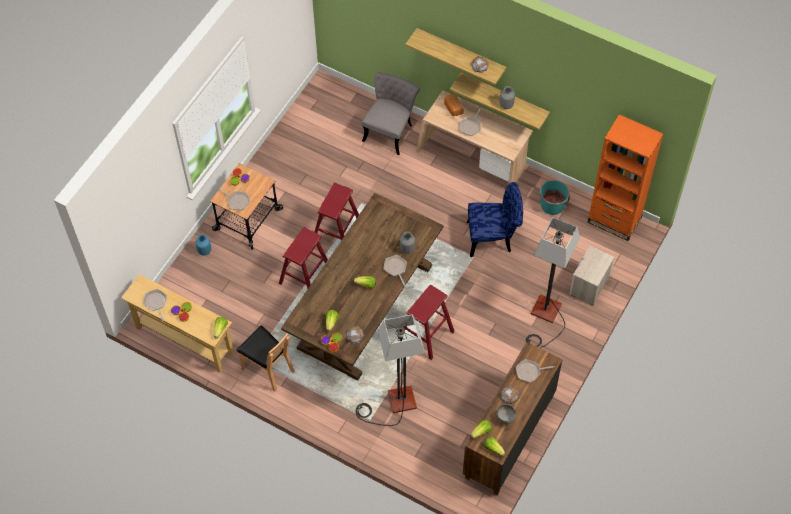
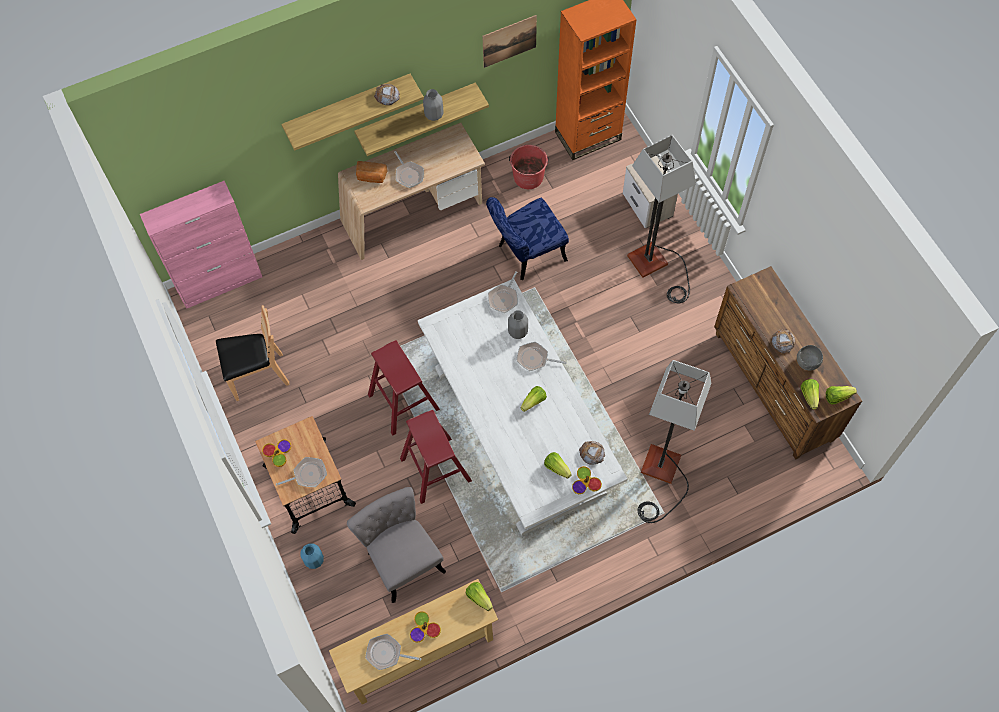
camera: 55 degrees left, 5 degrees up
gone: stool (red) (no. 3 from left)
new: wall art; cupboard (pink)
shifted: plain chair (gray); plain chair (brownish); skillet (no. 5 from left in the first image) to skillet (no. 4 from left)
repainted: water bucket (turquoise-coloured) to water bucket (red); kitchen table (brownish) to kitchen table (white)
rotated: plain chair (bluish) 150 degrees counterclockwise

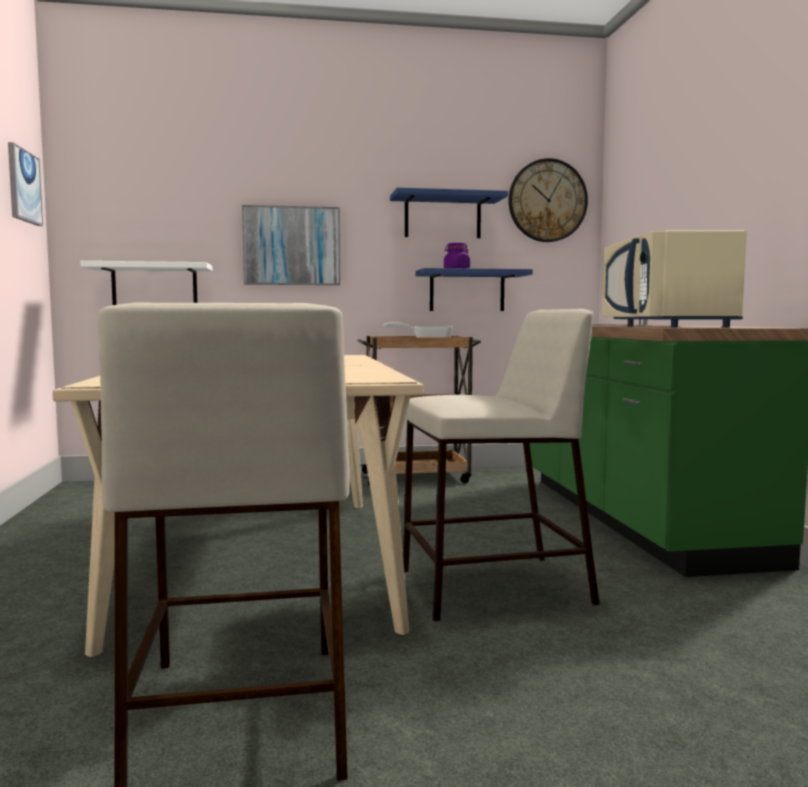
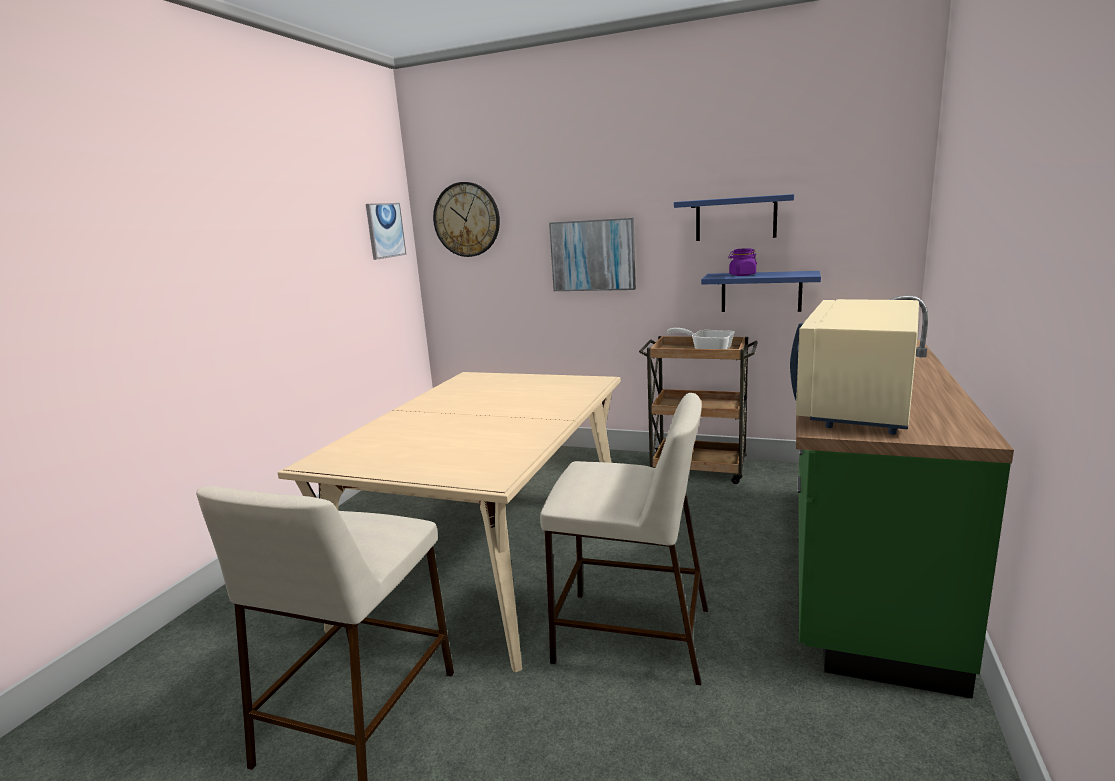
camera: 30 degrees right, 10 degrees up
gone: wall shelf (white)
shifted: hanging clock

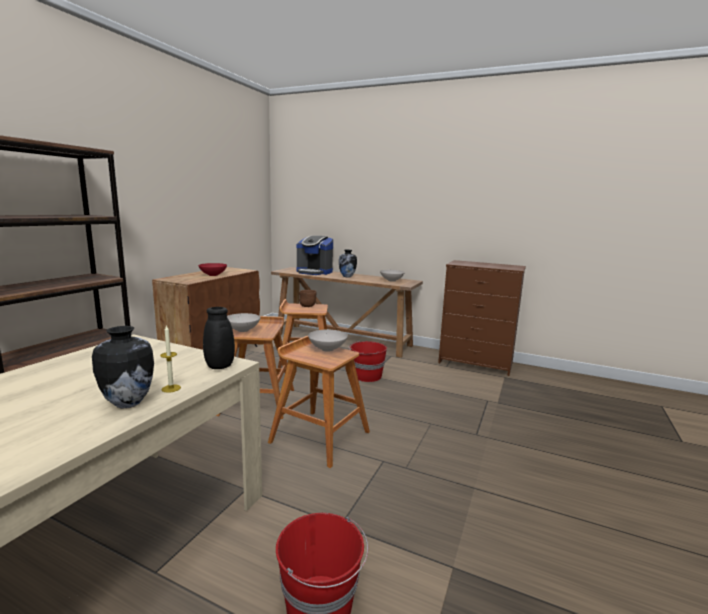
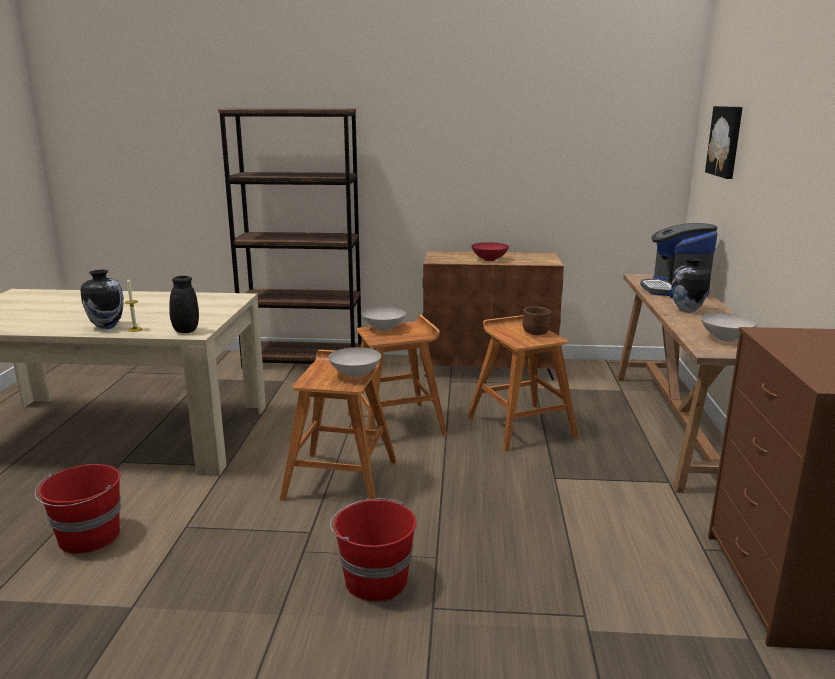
camera: 70 degrees right, 5 degrees up
new: wall art
shifted: water bucket (red) (no. 2 from left)

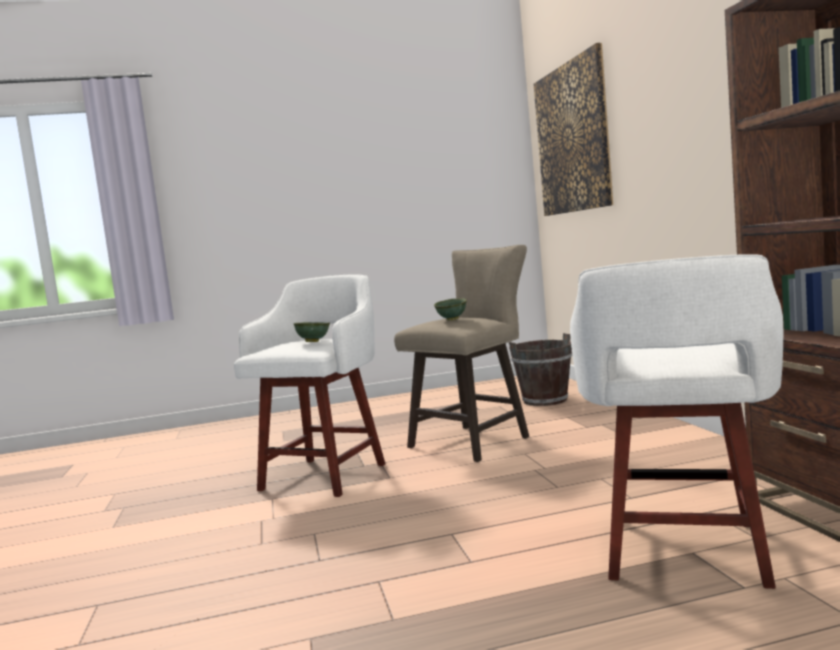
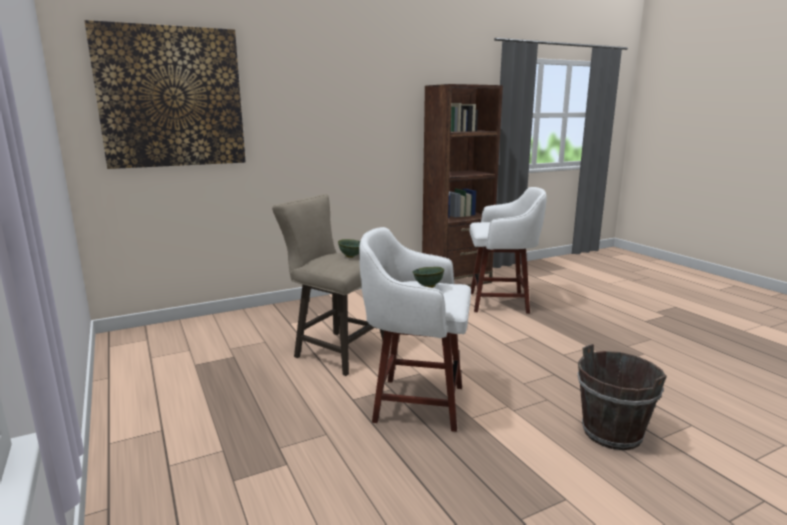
camera: 105 degrees left, 10 degrees up
shifted: water bucket (brownish)

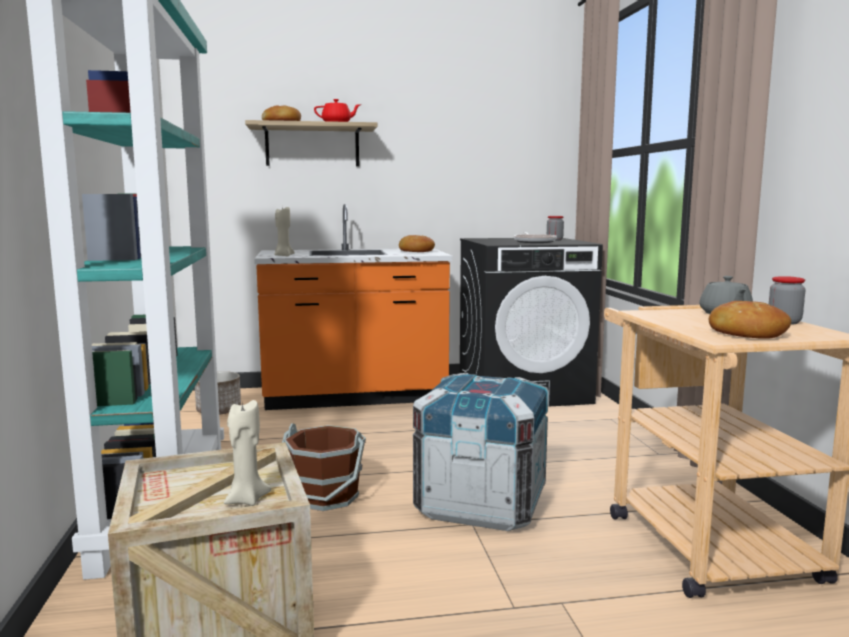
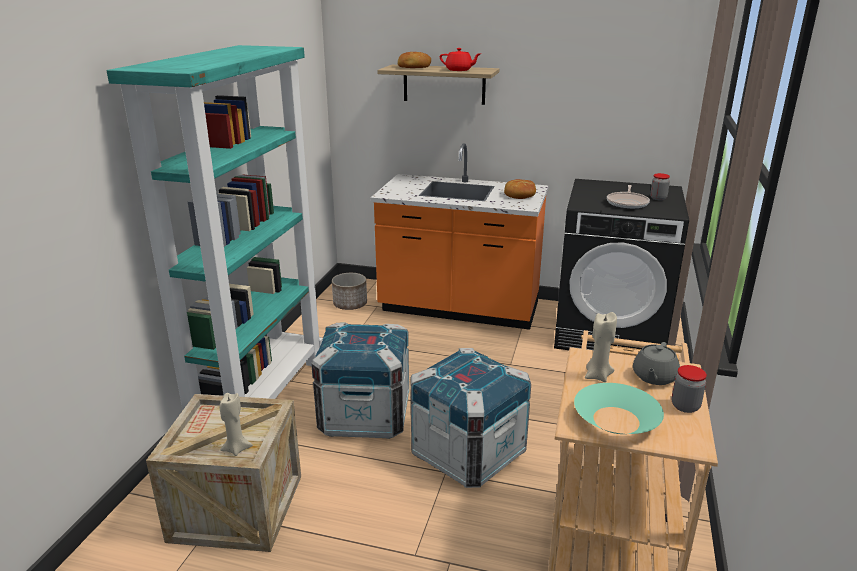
camera: 25 degrees right, 15 degrees up
shifted: wax candle (beige-coloured) (no. 2 from left)
swapped: bakery bread (no. 3 from left) to deep dish (turquoise-coloured); water bucket (brownish) to packing crate (no. 2 from left)

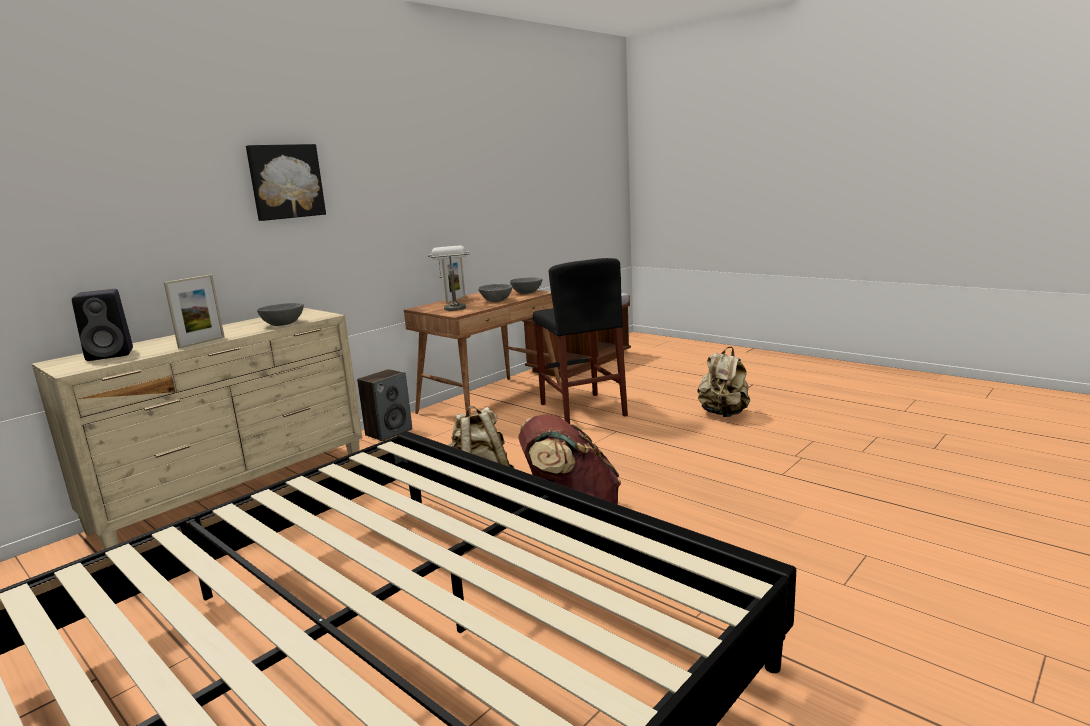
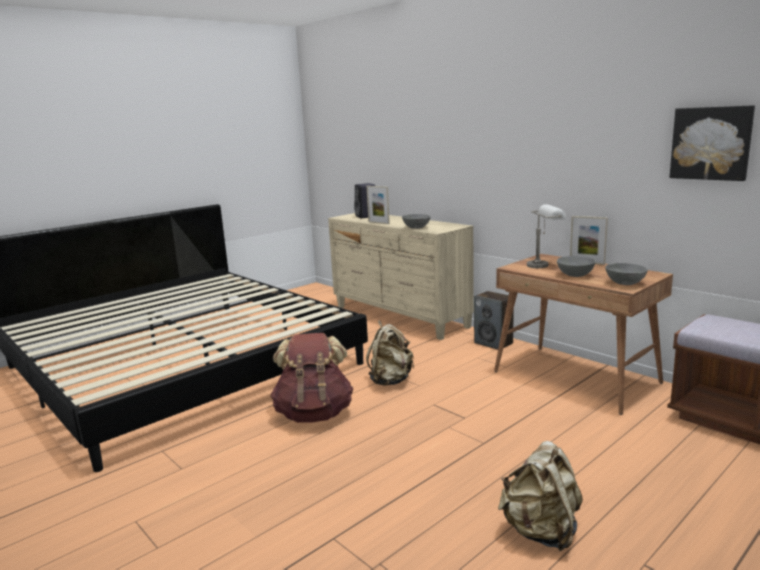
camera: 95 degrees right, 0 degrees up
gone: stool (black-coloured)
shifted: wall art

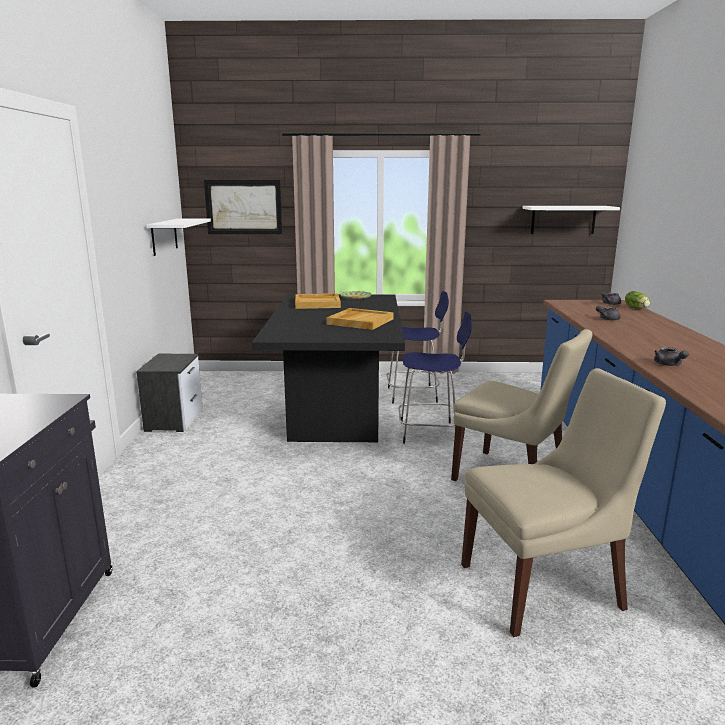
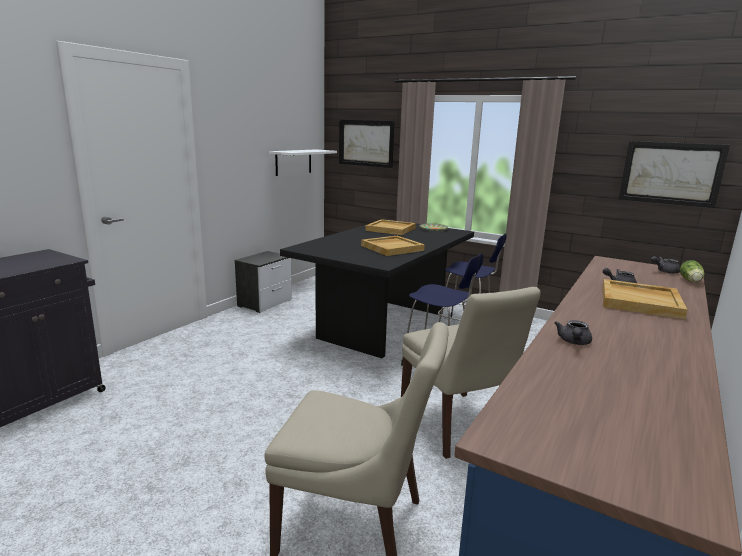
camera: 30 degrees right, 0 degrees up
new: carrying tray (beige-coloured) (no. 3 from left)
swapped: wall shelf (white) (no. 2 from left) to wall art (no. 2 from left)

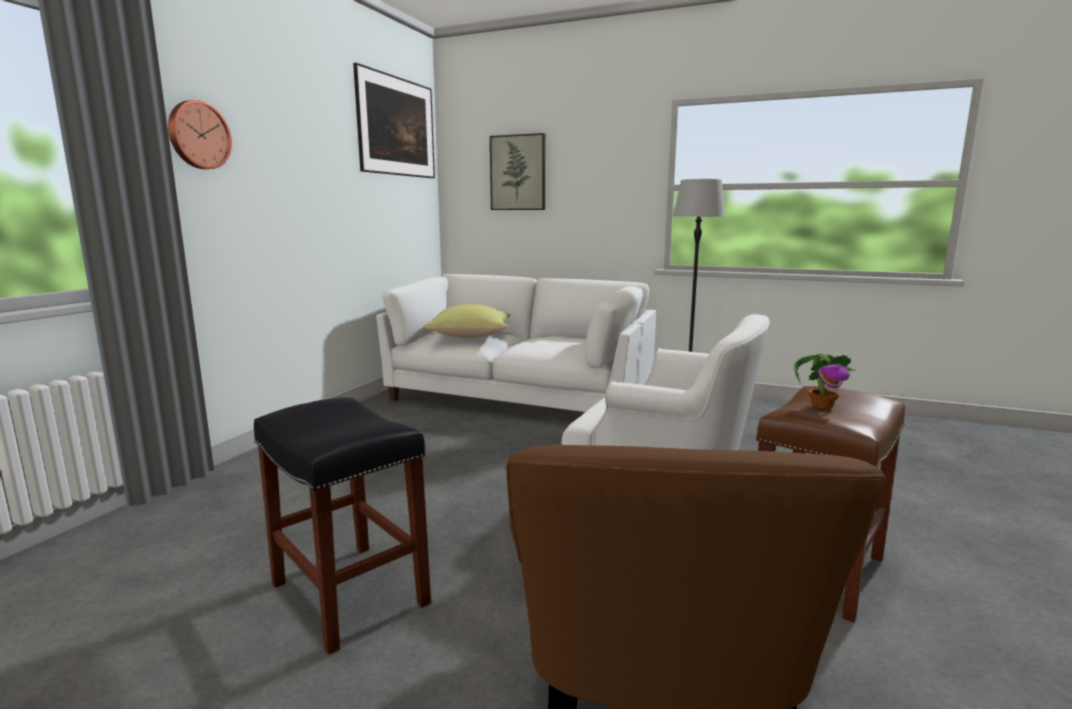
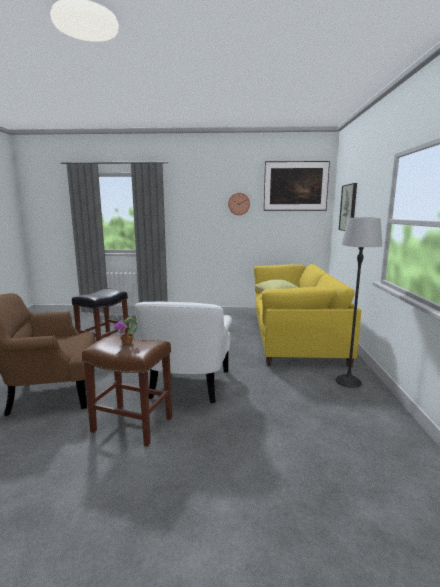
camera: 70 degrees right, 0 degrees up
shifted: hanging clock
repainted: sofa (white) to sofa (yellowish)

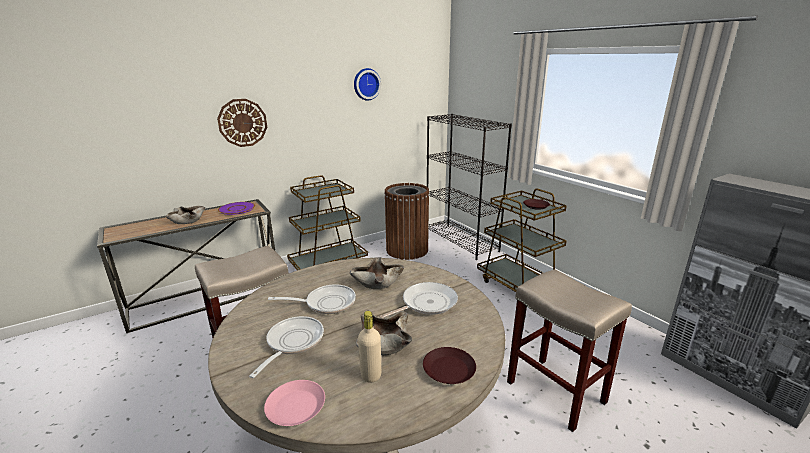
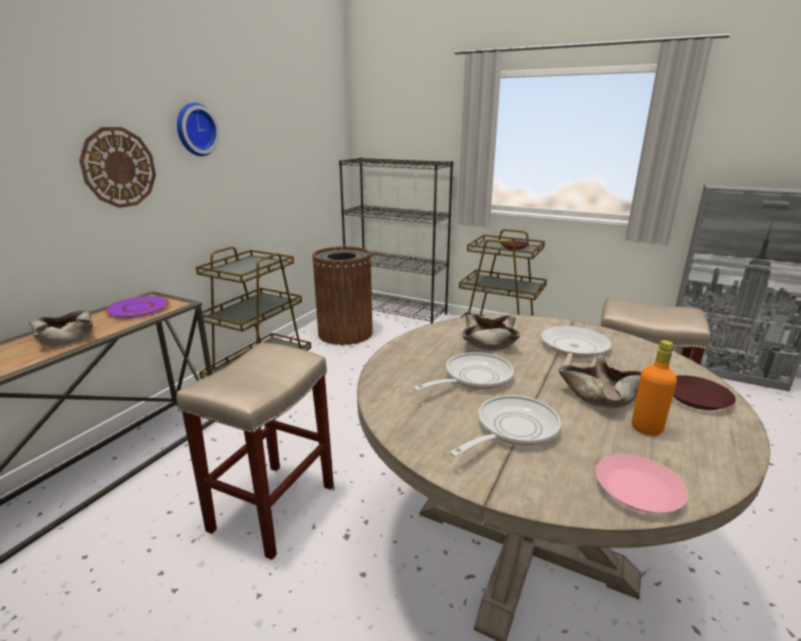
camera: 30 degrees left, 0 degrees up
shifted: hanging clock (no. 2 from left)
repainted: beverage bottle (beige-coloured) to beverage bottle (orange)
rotated: skillet (no. 1 from left in the first image) 60 degrees clockwise

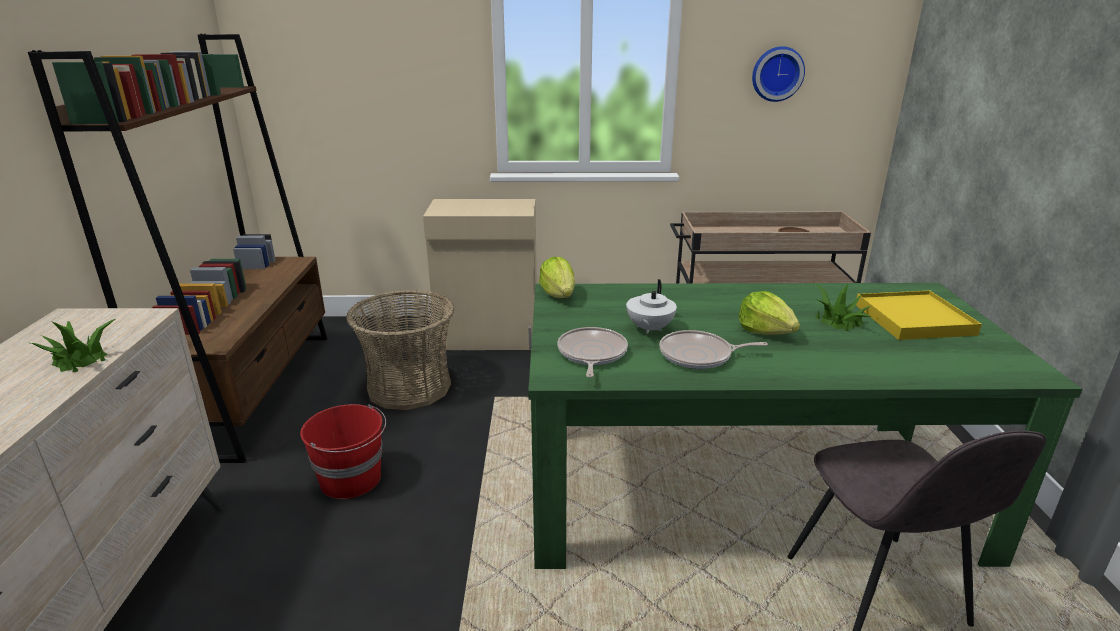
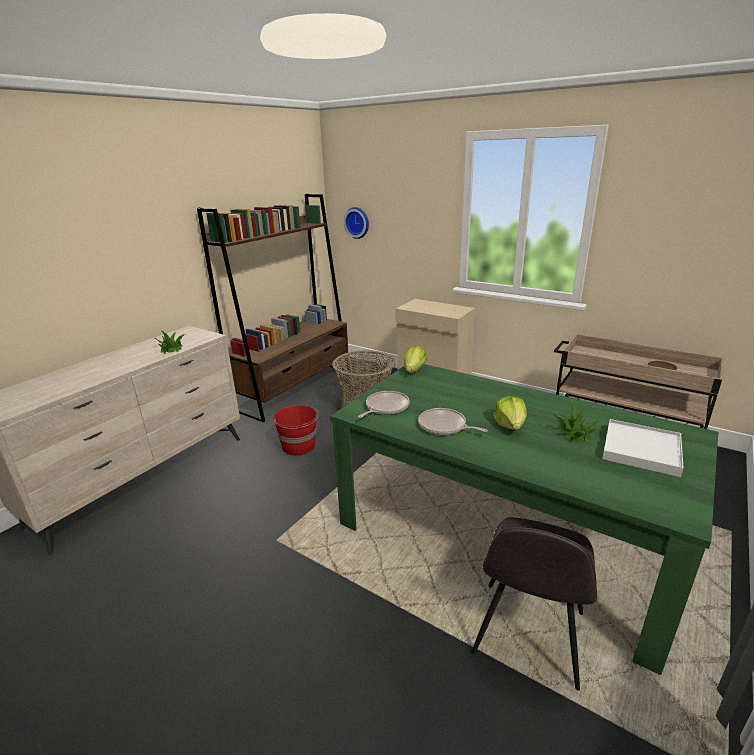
camera: 35 degrees right, 0 degrees up
gone: pot for tea (white)
shifted: hanging clock
repainted: carrying tray (yellowish) to carrying tray (white)

